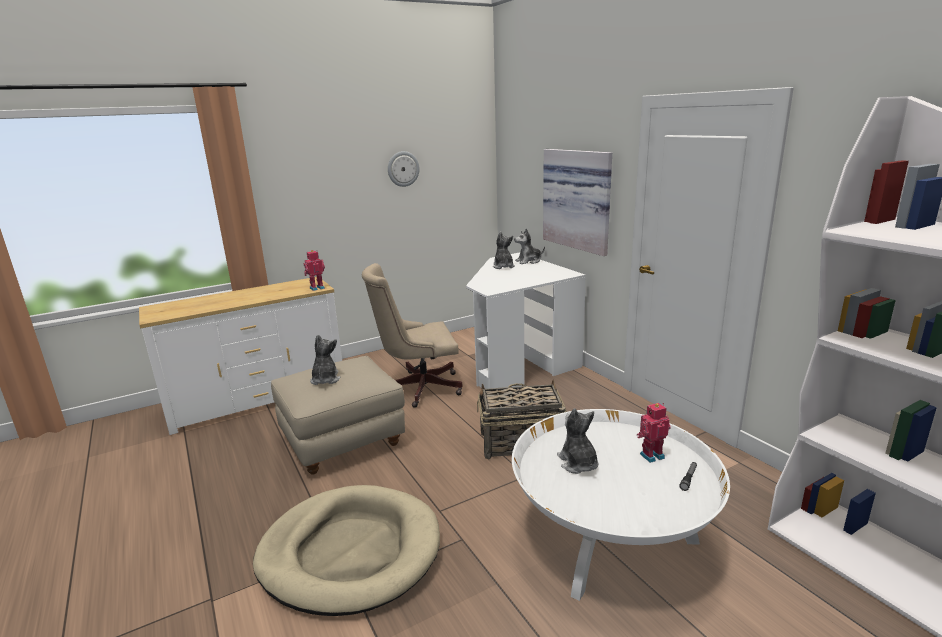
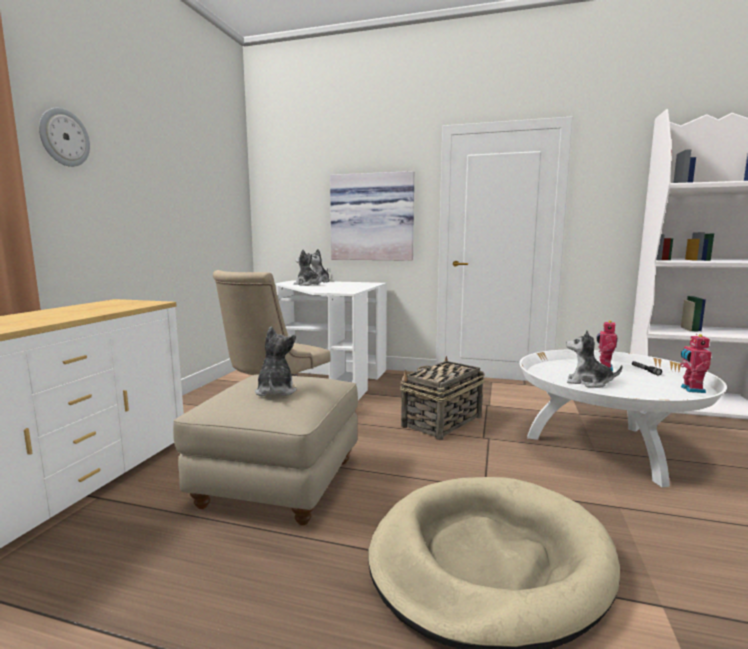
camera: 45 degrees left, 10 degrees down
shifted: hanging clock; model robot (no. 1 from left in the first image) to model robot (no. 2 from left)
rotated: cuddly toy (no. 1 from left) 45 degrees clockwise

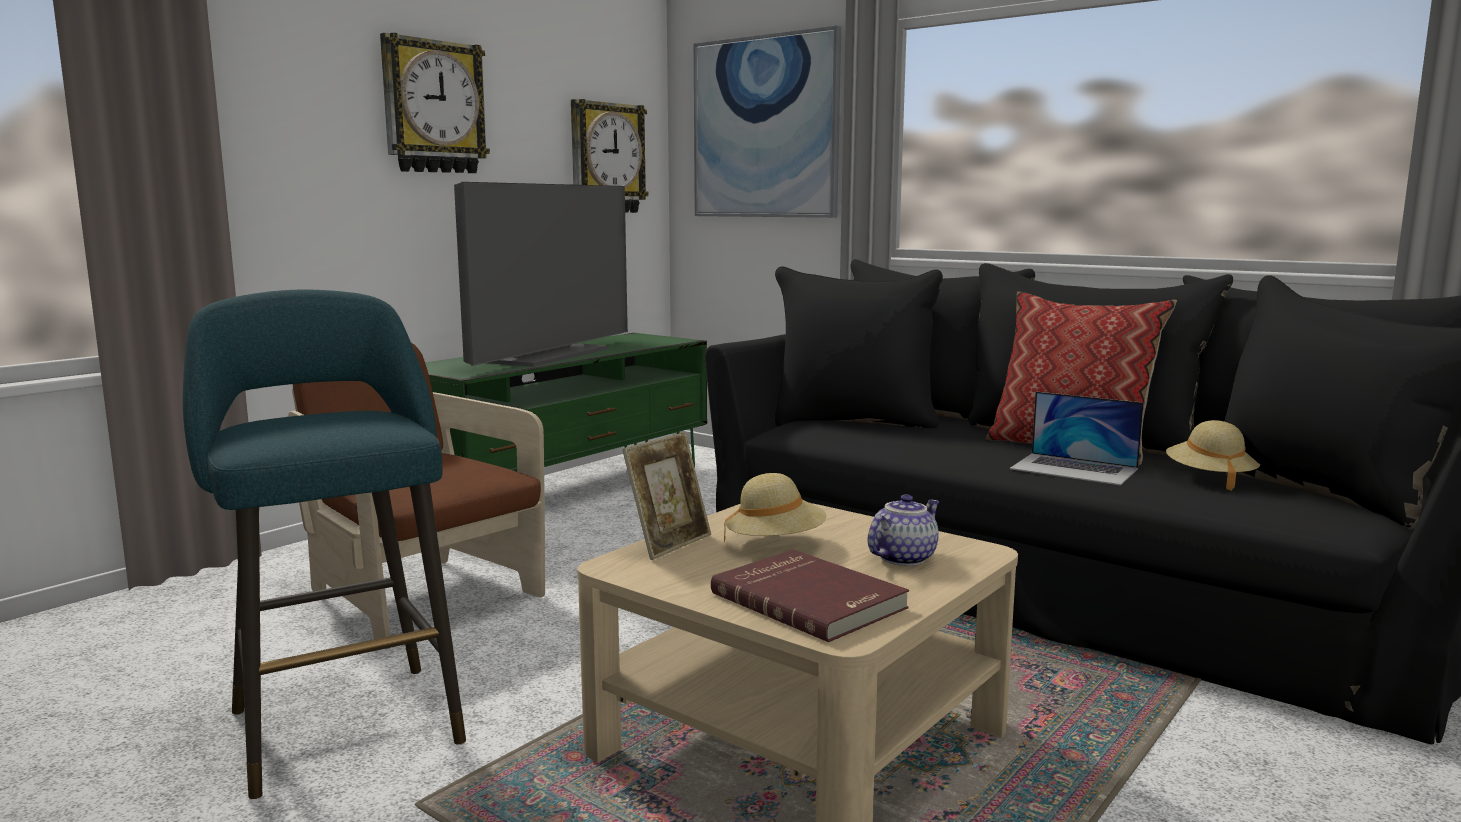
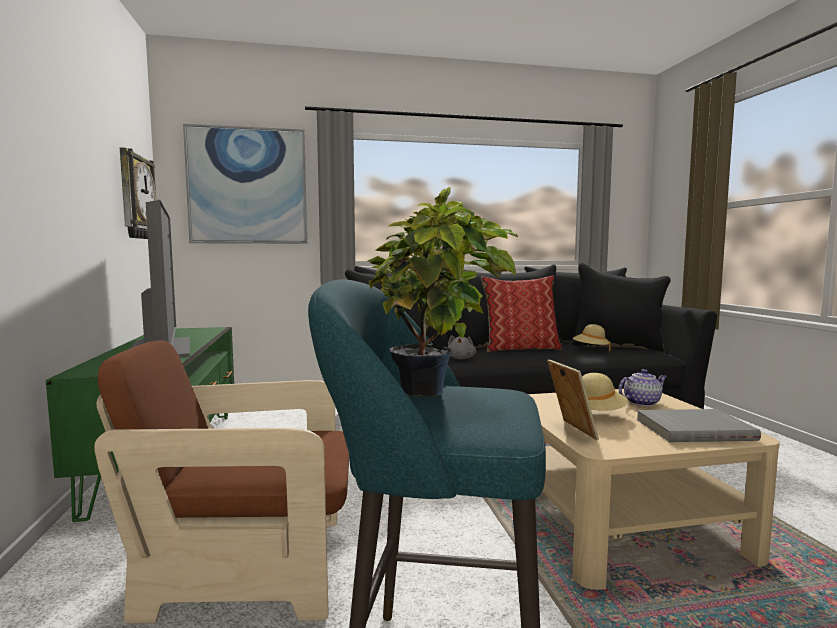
camera: 50 degrees left, 5 degrees down
gone: hanging clock (no. 1 from left); portable computer
new: plant in a pot; cuddly toy (gray)
repainted: book (red) to book (gray)
rotated: pot for tea 75 degrees clockwise

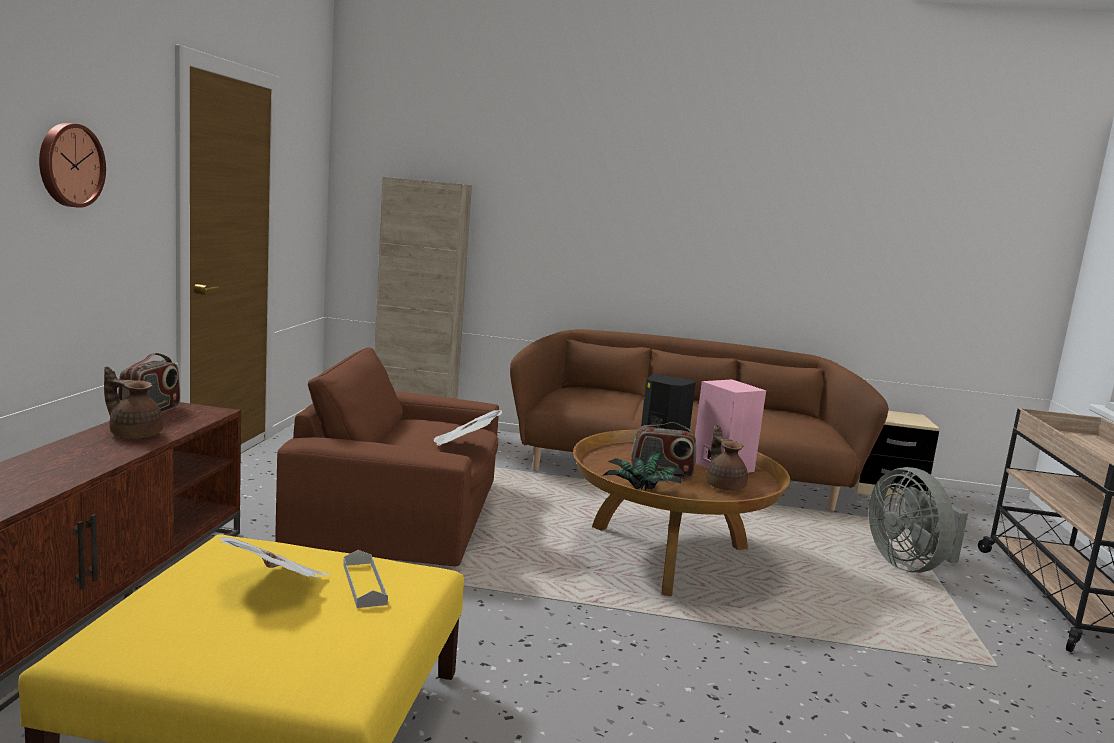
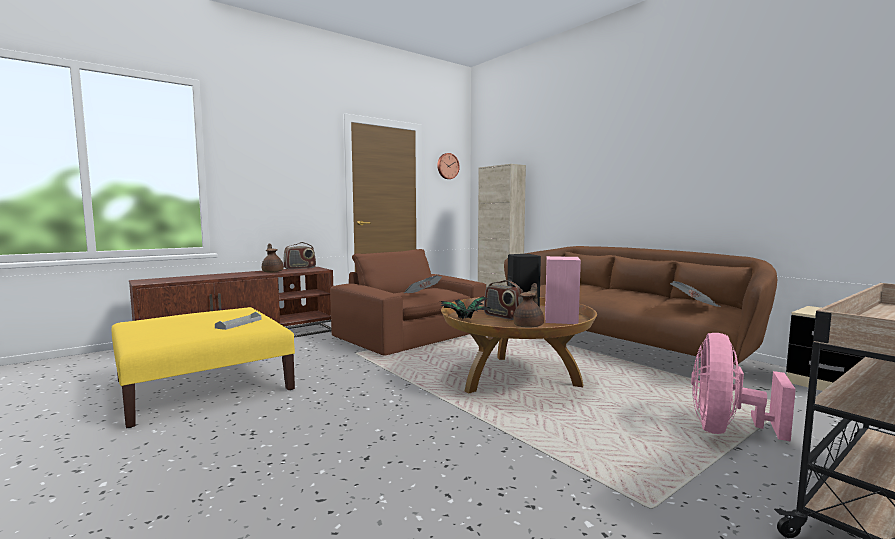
camera: 45 degrees right, 5 degrees down
shifted: hanging clock; daily paper (no. 1 from left in the first image) to daily paper (no. 2 from left)
repainted: cooling fan (gray) to cooling fan (pink)

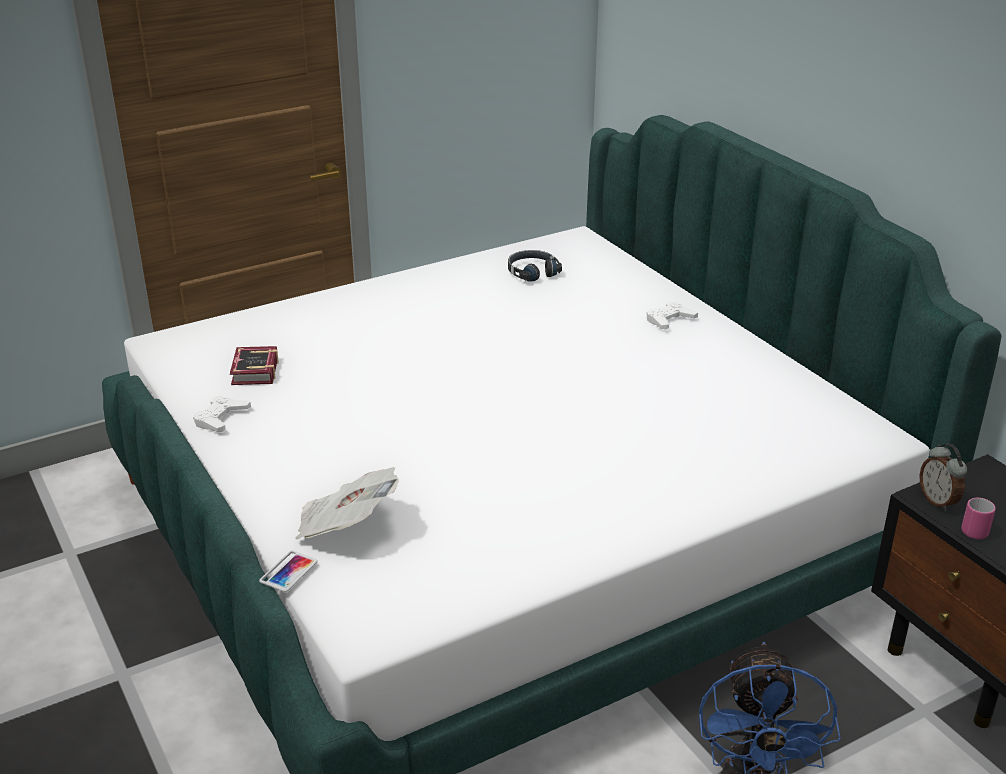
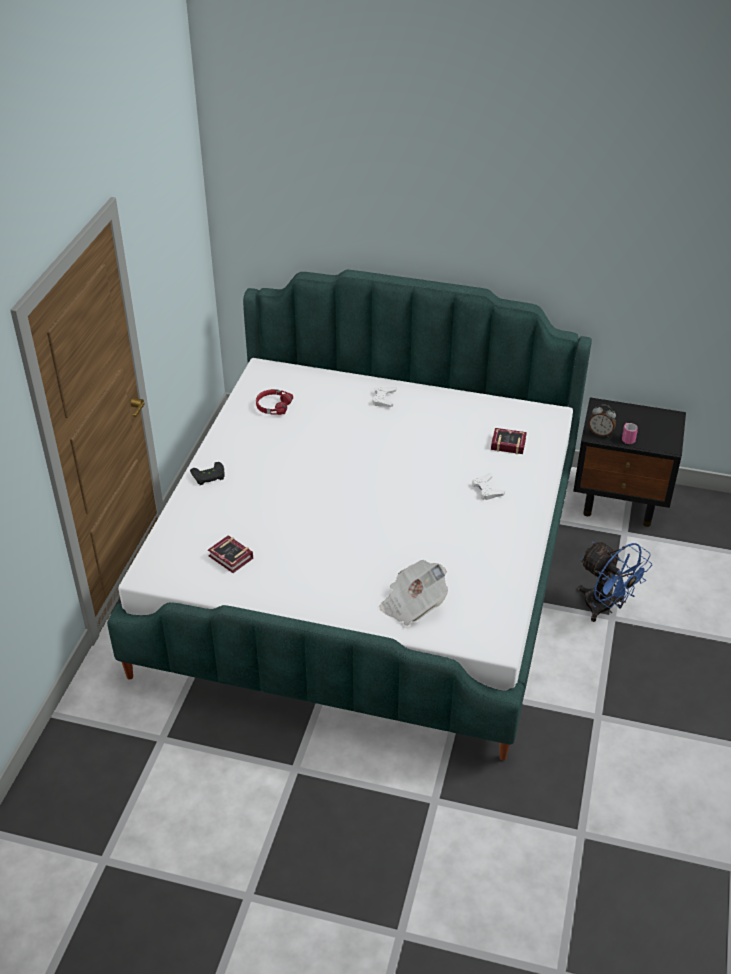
camera: 45 degrees left, 10 degrees up
gone: telephone
new: book (no. 2 from left); joypad (black-coloured)
shifted: joypad (white) (no. 1 from left in the first image) to joypad (white) (no. 2 from left)
repainted: pair of headphones (black-coloured) to pair of headphones (red)

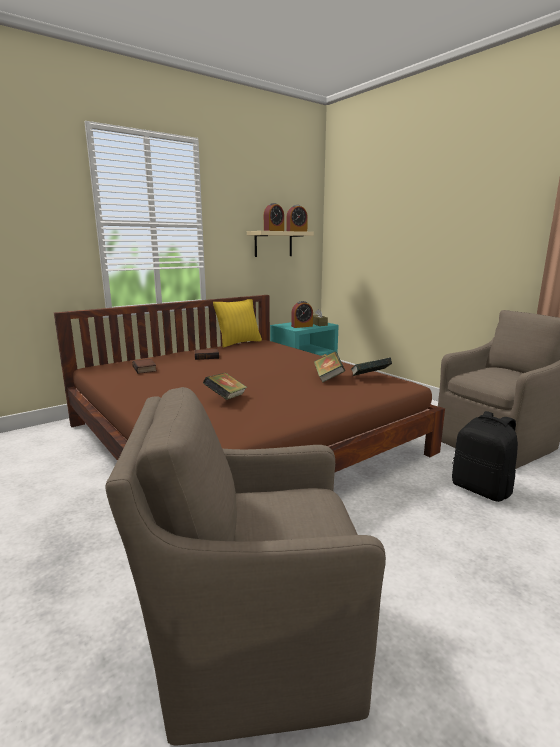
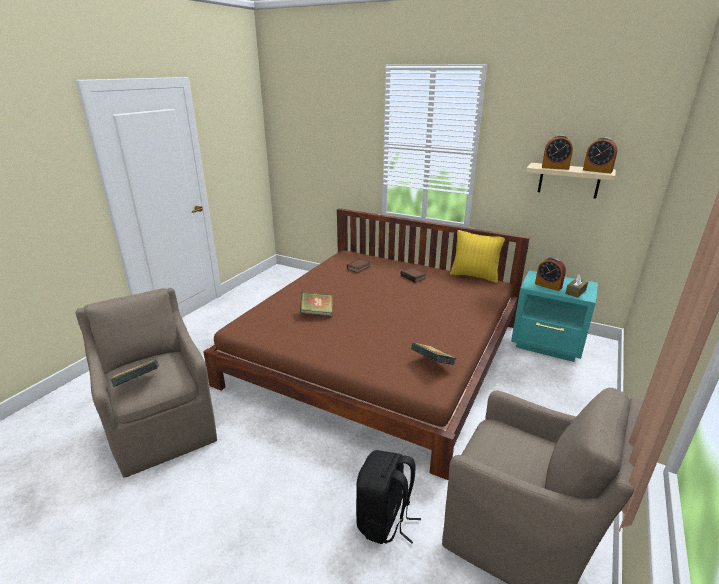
camera: 65 degrees right, 10 degrees up
shifted: book (no. 4 from left in the first image) to book (no. 1 from left)

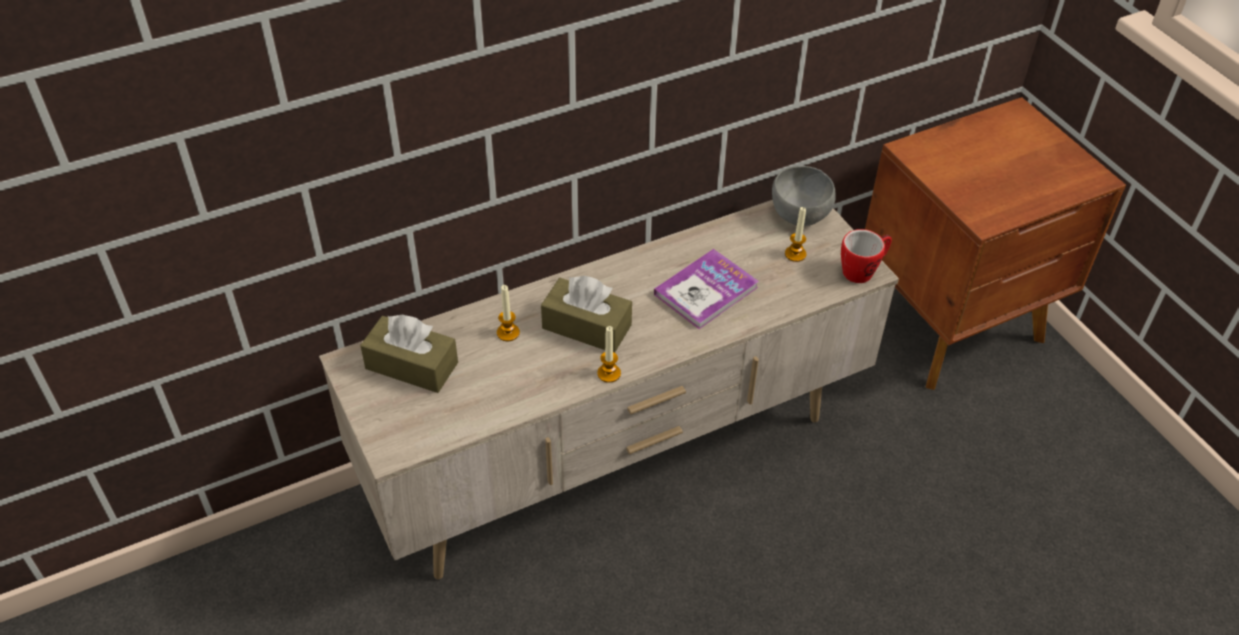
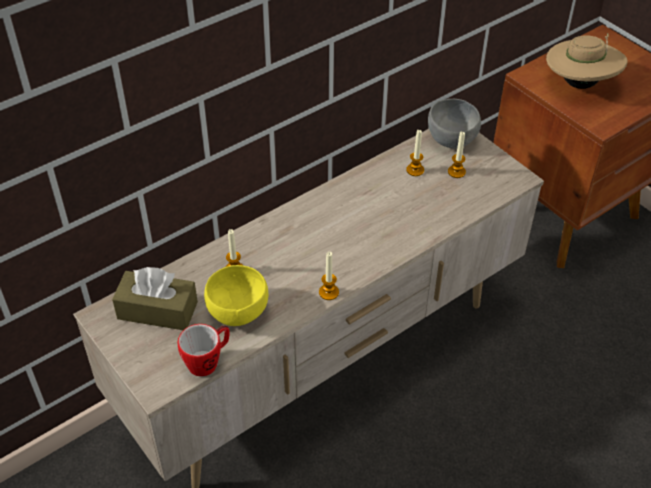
camera: 10 degrees left, 0 degrees up
gone: book; box of tissues (brownish) (no. 2 from left)
new: hat (beige-coloured); wax candle (no. 3 from left); deep dish (yellowish)
shifted: coffee mug

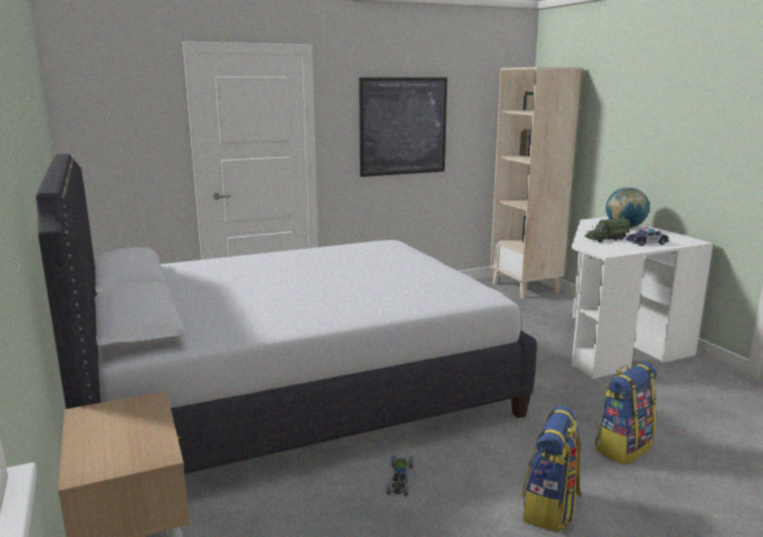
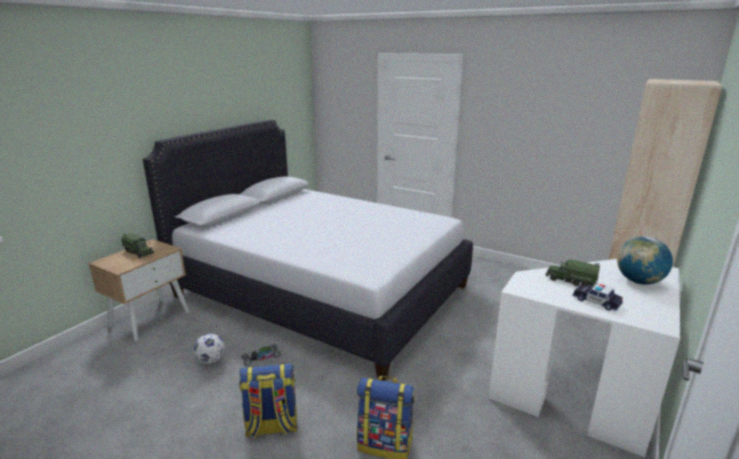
camera: 55 degrees right, 5 degrees up
gone: wall art
new: model truck (no. 1 from left); ball for football

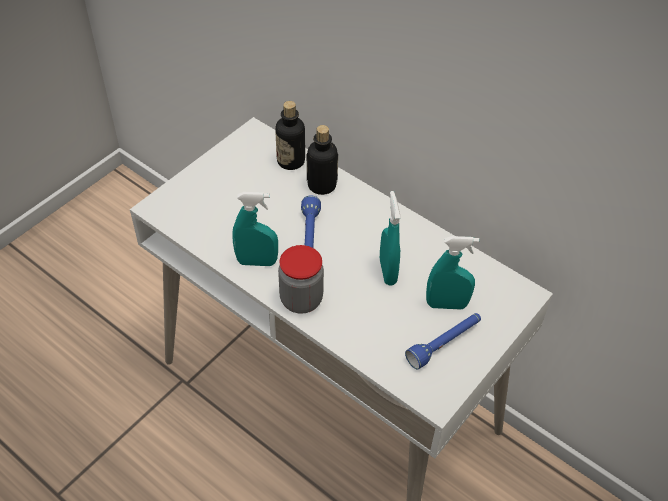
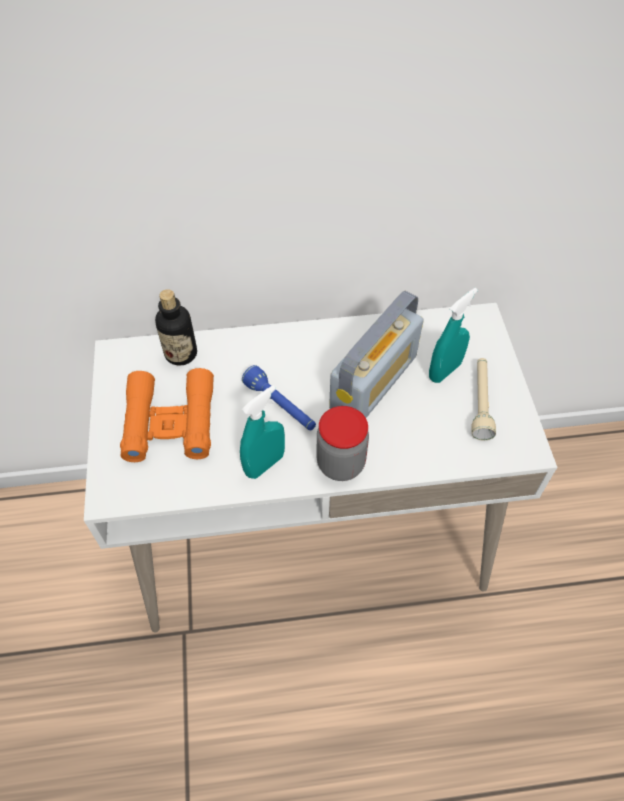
camera: 45 degrees left, 5 degrees up
gone: beverage bottle (no. 2 from left)
new: pair of binoculars (orange)
swapped: spray bottle (turquoise-coloured) (no. 2 from left) to radio receiver
repainted: hand torch (bluish) (no. 2 from left) to hand torch (beige-coloured)

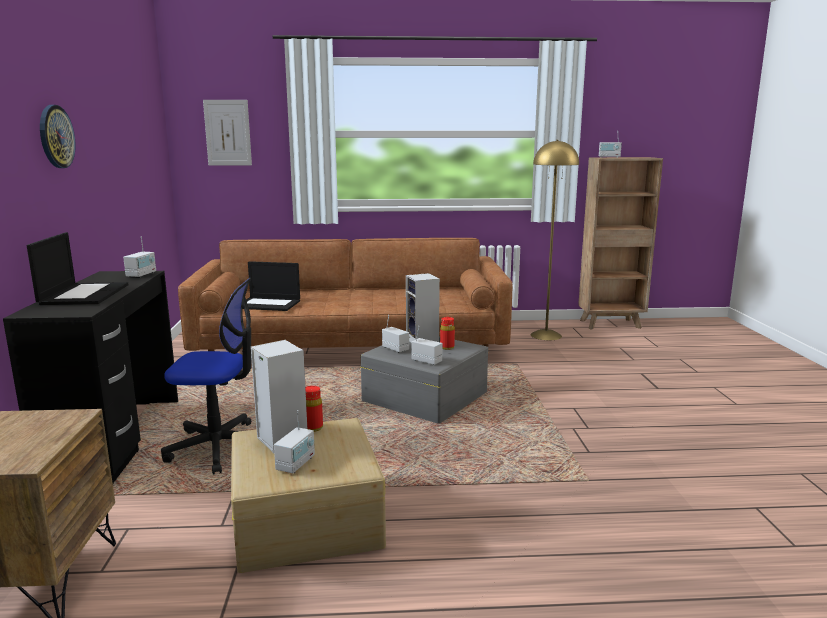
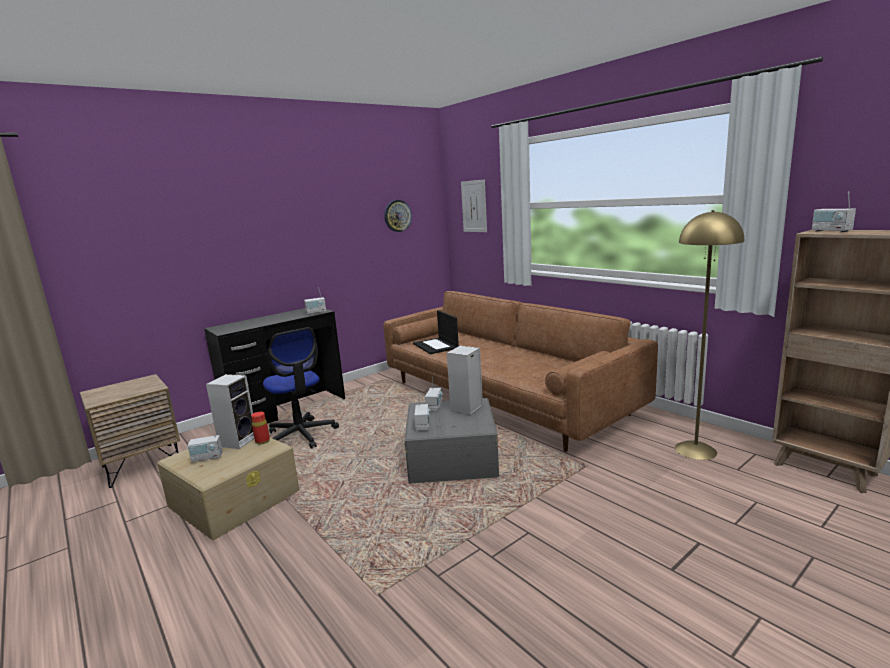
camera: 55 degrees right, 0 degrees up
gone: portable computer (no. 1 from left); beverage bottle (red) (no. 2 from left)
shifted: hanging clock

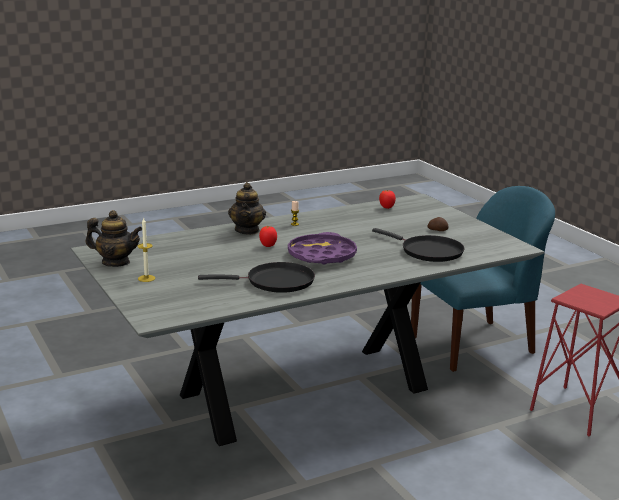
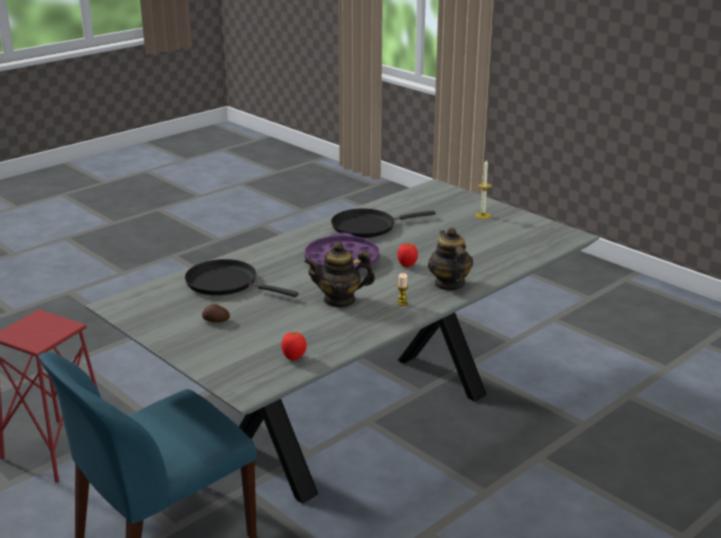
camera: 165 degrees right, 5 degrees up
shifted: pot for tea (no. 1 from left)

